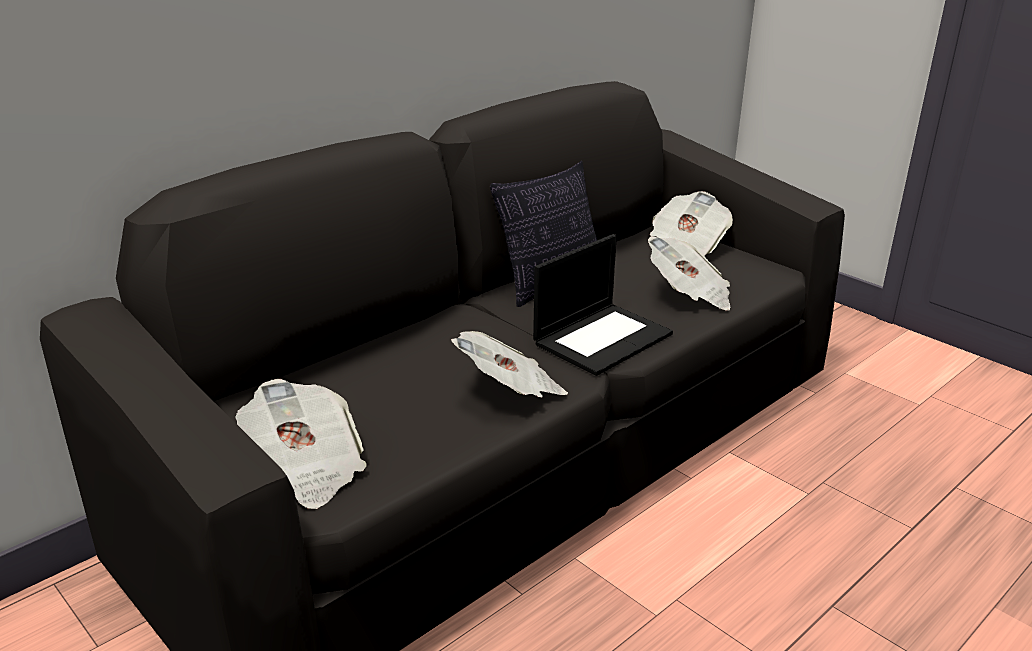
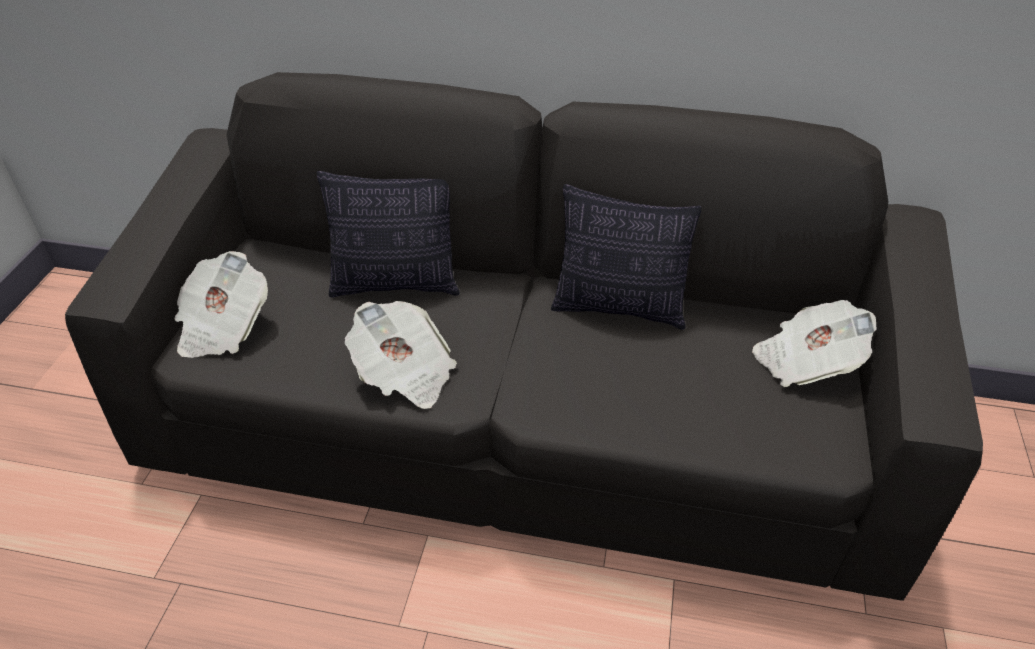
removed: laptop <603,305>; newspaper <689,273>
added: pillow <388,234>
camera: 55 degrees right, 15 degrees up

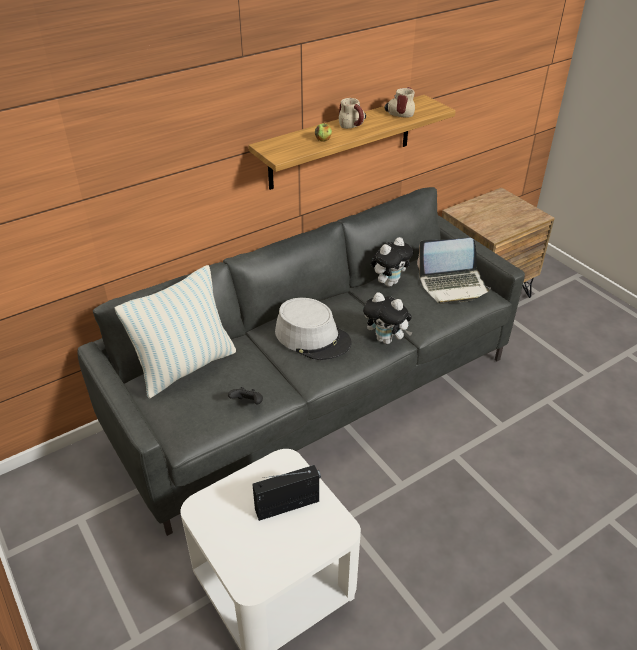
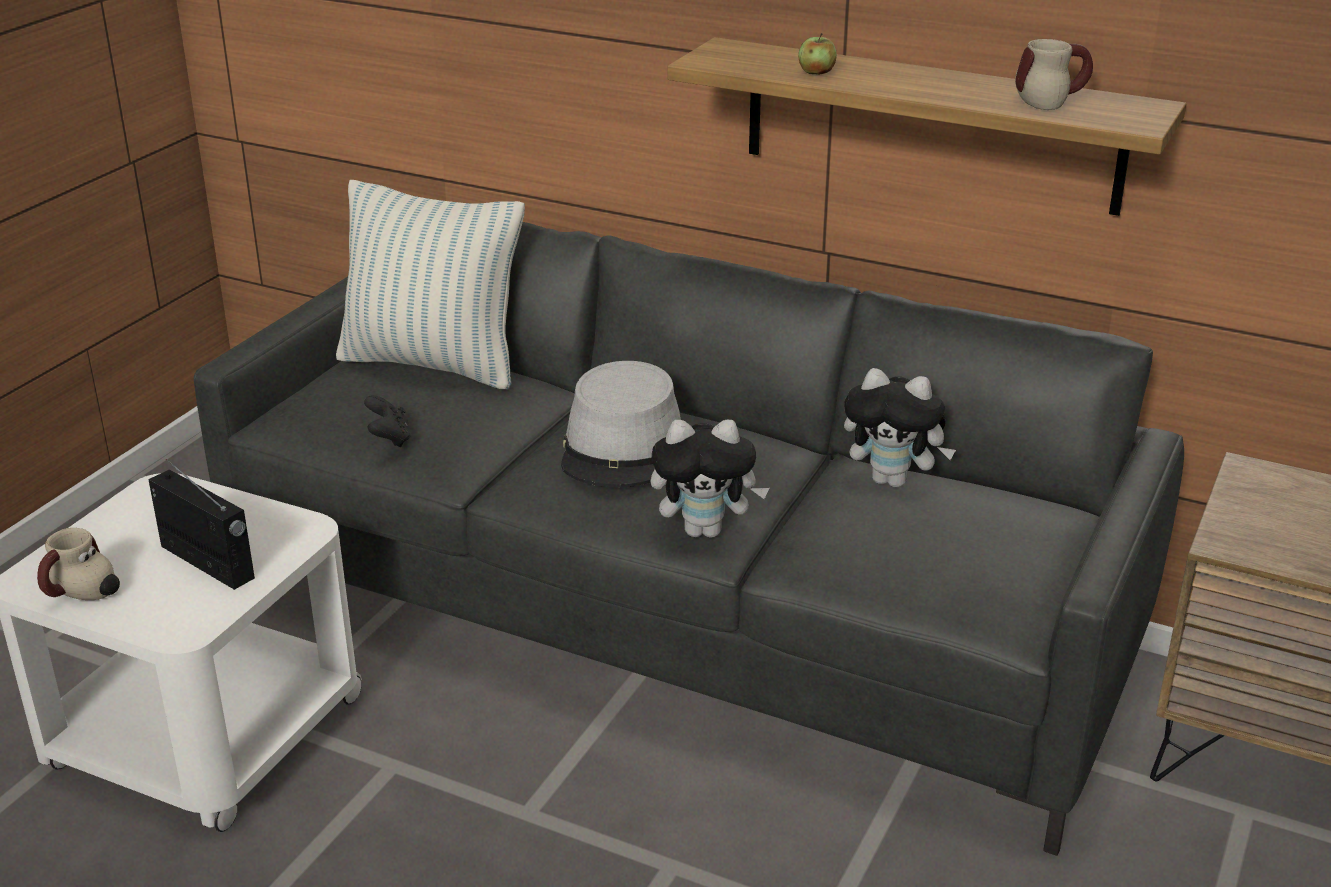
removed: laptop <454,271>
moved: mug <352,113> to <78,564>
turned: plush toy <388,318> = <709,479> 90 degrees counterclockwise
camera: 60 degrees right, 10 degrees down

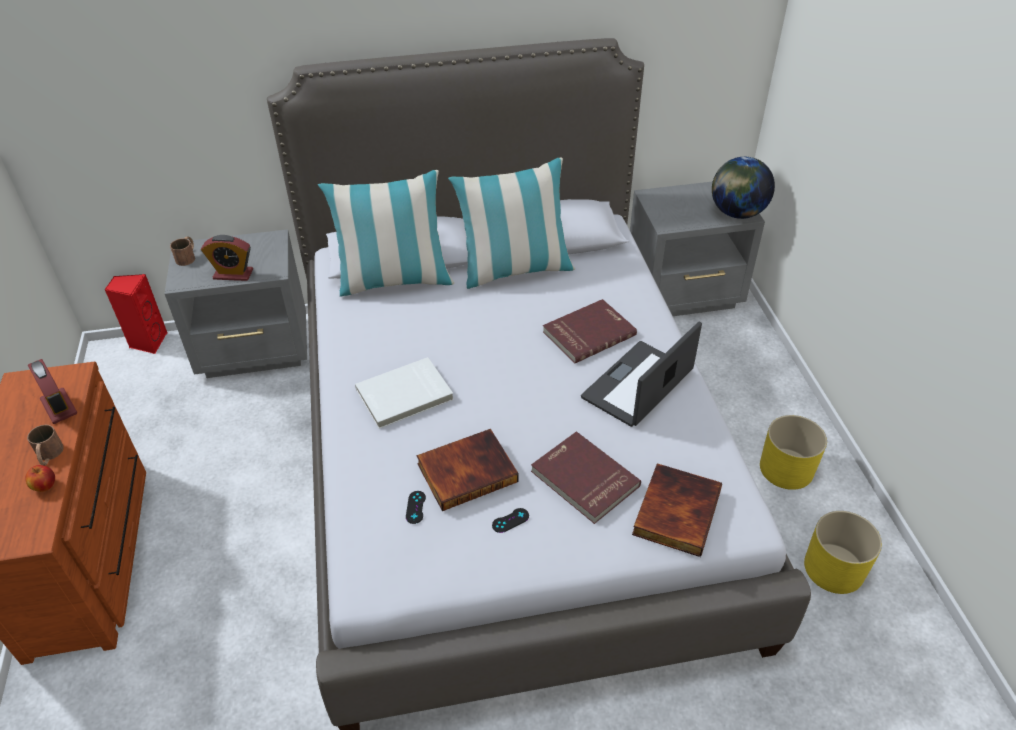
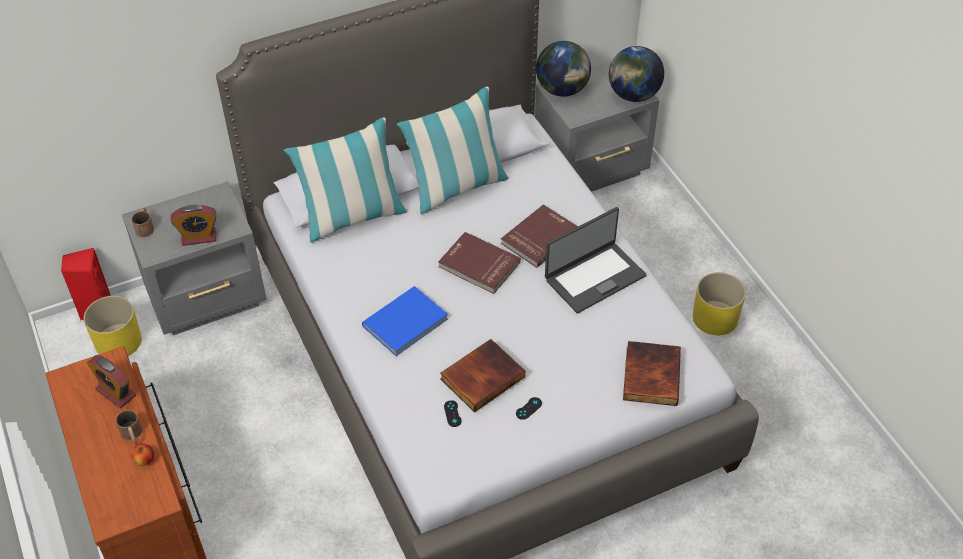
added: globe <563,69>
moved: red book <586,478> to <479,263>; yellow planter <843,552> to <113,326>
recoloured: white book <404,393> to blue book <405,321>
turned: laptop <641,374> = <595,260> 150 degrees counterclockwise
camera: 15 degrees left, 5 degrees up

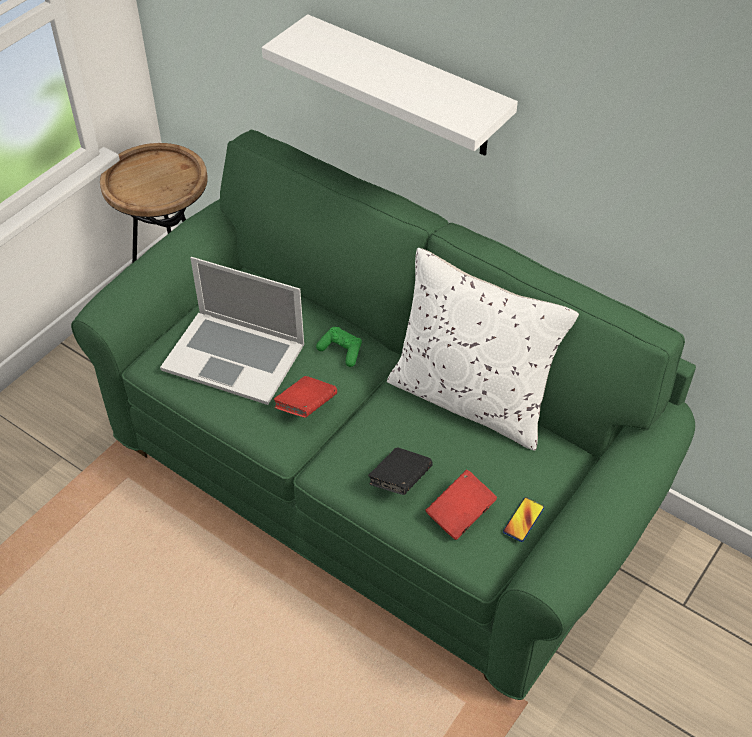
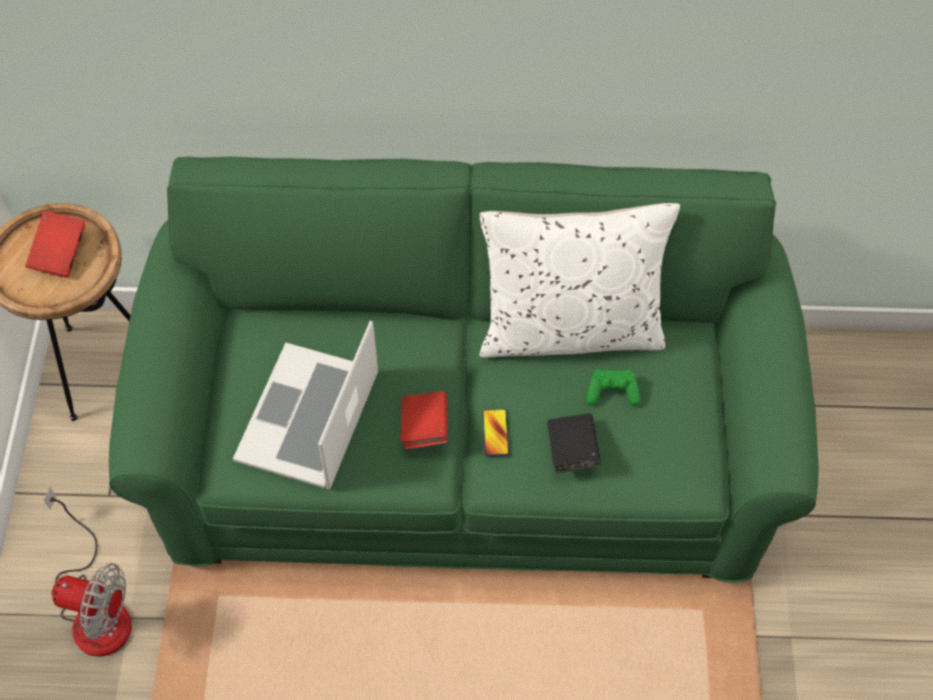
removed: white shelf <390,85>
added: fan <88,572>
moved: green game controller <339,347> to <613,387>; red book <461,505> to <55,244>; phone <523,519> to <495,433>
turned: laptop <232,331> = <305,405> 120 degrees clockwise
camera: 35 degrees left, 10 degrees up

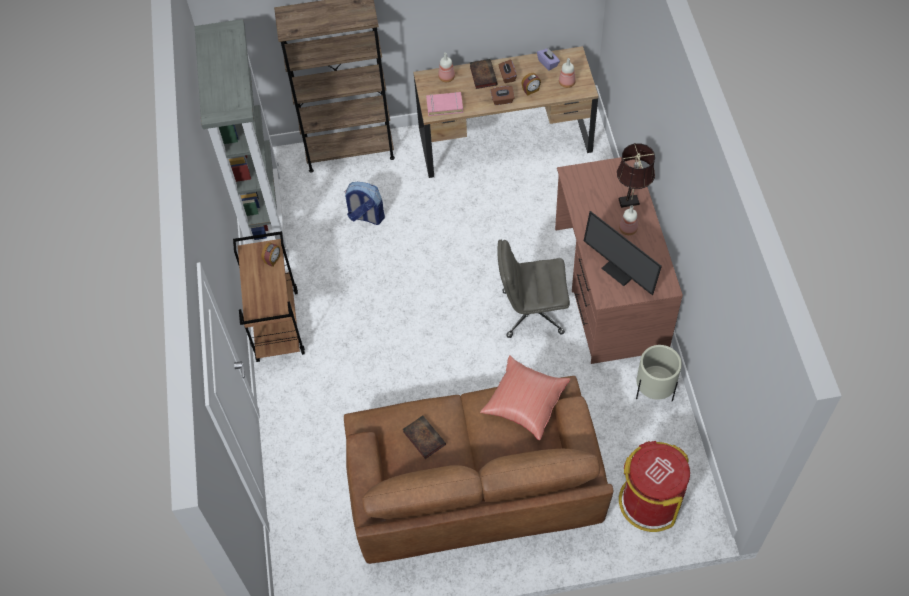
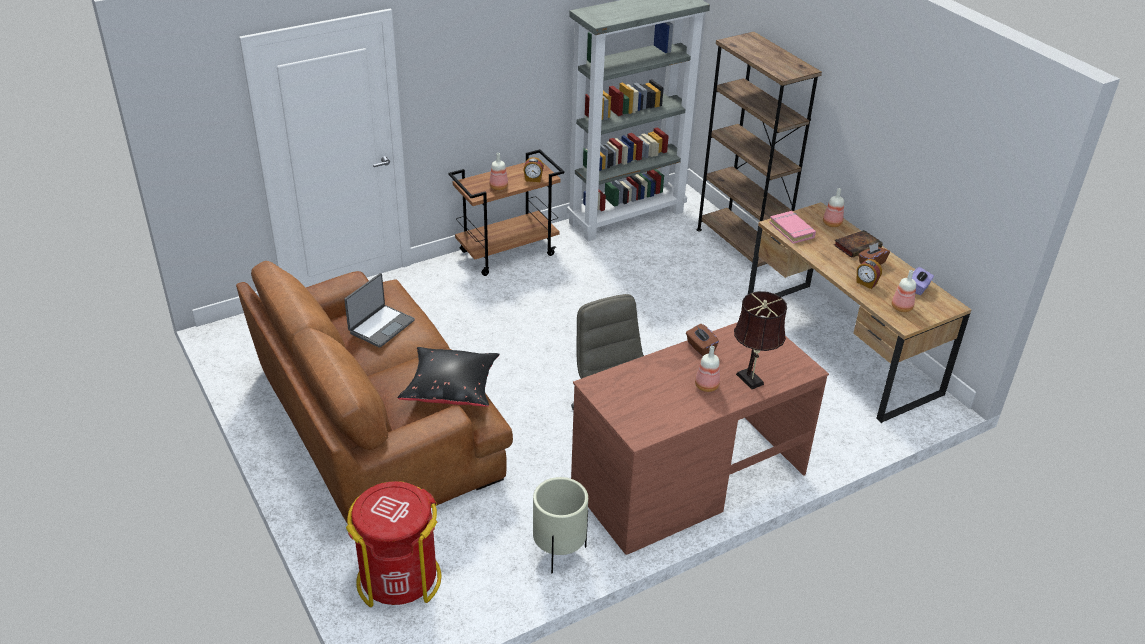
removed: backpack <364,203>; monitor <623,253>
added: bottle <498,171>
moved: brown tissue box <502,95> to <702,340>
replaced: book <424,437> to laptop <379,310>
recoloured: red pillow <525,397> to black pillow <449,377>
camera: 65 degrees right, 20 degrees down

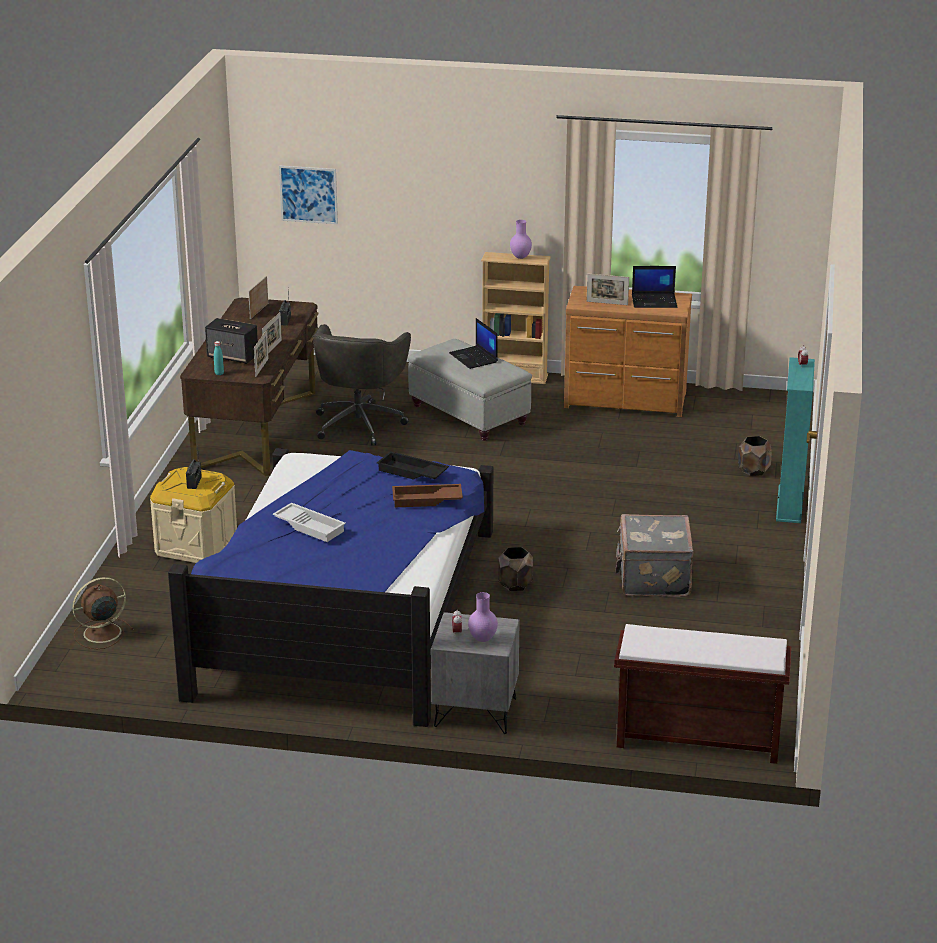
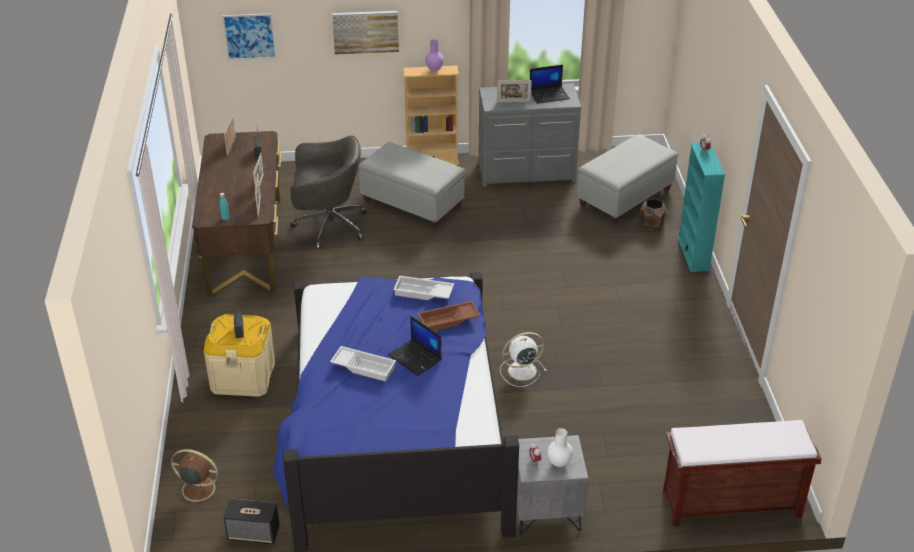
removed: grey suitcase <654,555>
added: picture <365,32>; grey ottoman <628,179>
moved: speaker <231,341> to <251,521>; laptop <473,343> to <415,346>
replaced: brown planter <515,569> to white fan <523,359>
recoloured: black tray <413,465> to white tray <423,288>; purple vase <483,617> to white vase <560,447>; brown dresser <628,351> to grey dresser <530,134>
turned: brown fan <102,613> = <197,478> 60 degrees clockwise; grey office chair <362,384> = <328,192> 90 degrees counterclockwise
camera: 15 degrees left, 10 degrees up

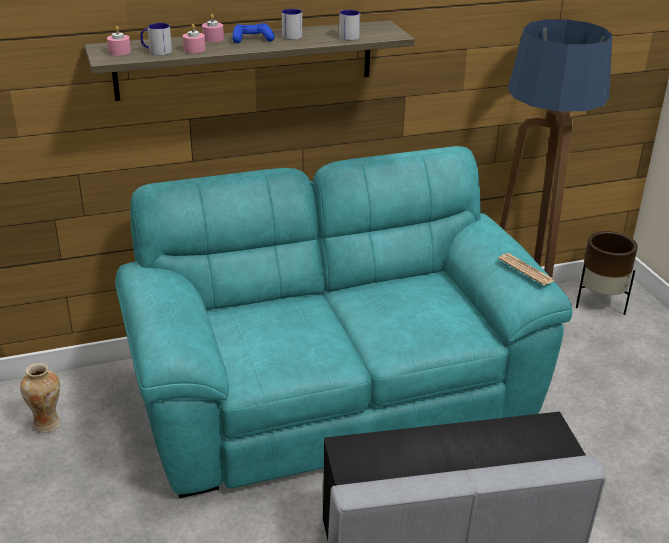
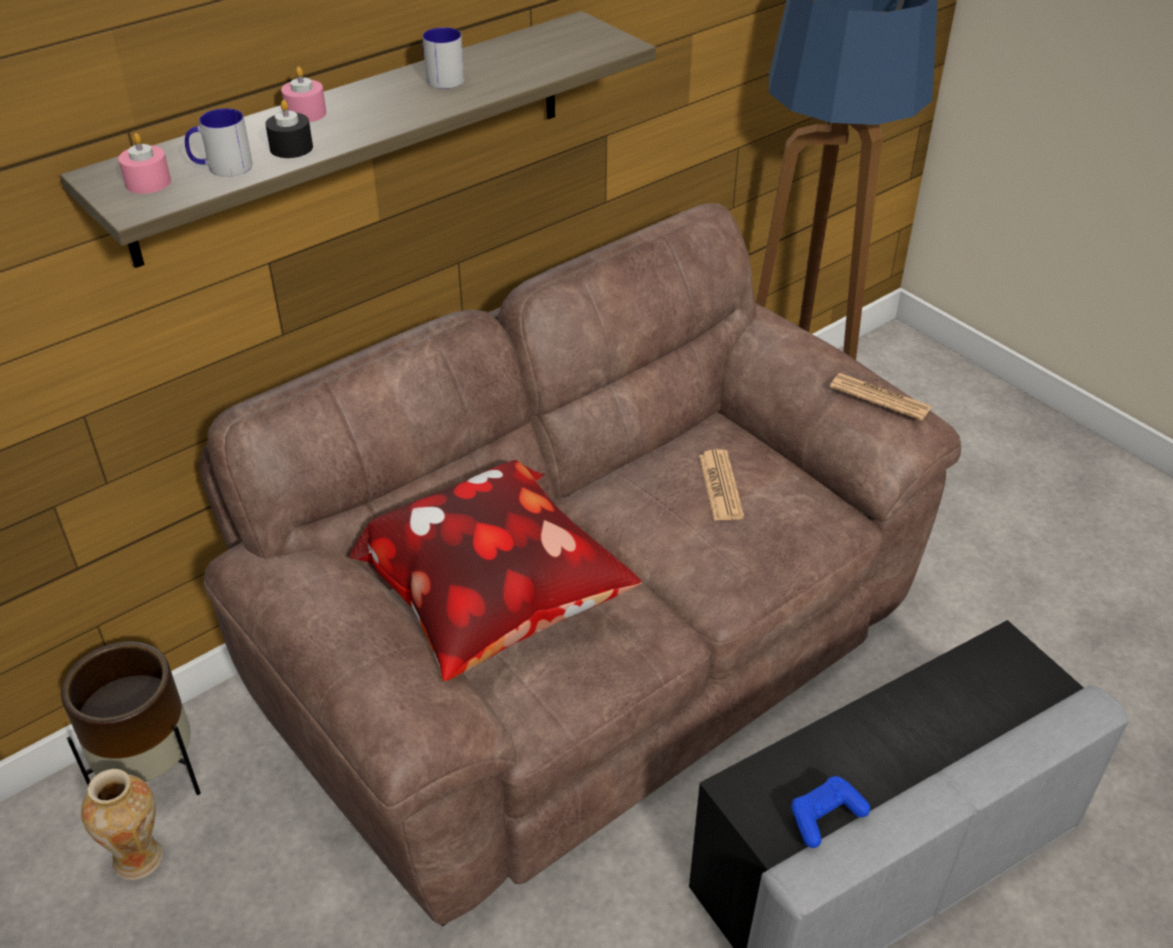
removed: mug <349,25>
added: pillow <496,570>; newspaper <721,485>
moved: blue game controller <253,33> to <830,812>; brown planter <607,273> to <131,718>
recoloured: turquoise sofa <343,322> to brown sofa <579,564>; pink candle <194,38> to black candle <289,129>
camera: 20 degrees left, 10 degrees up

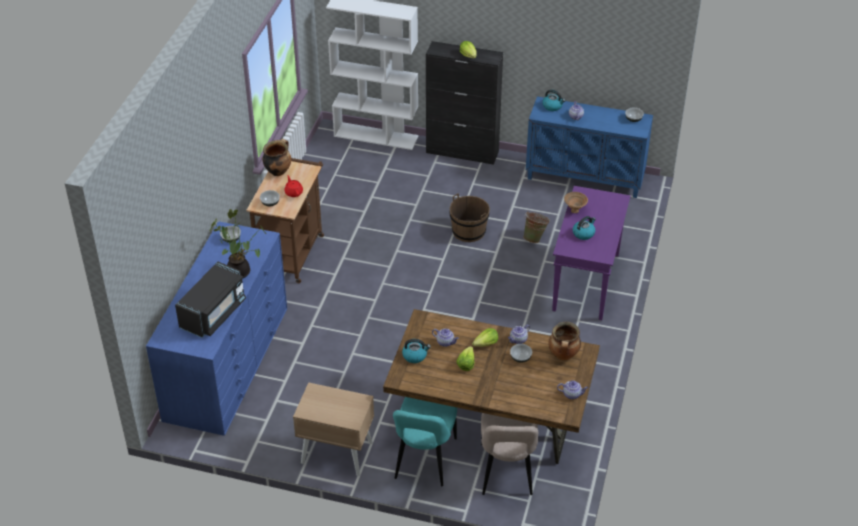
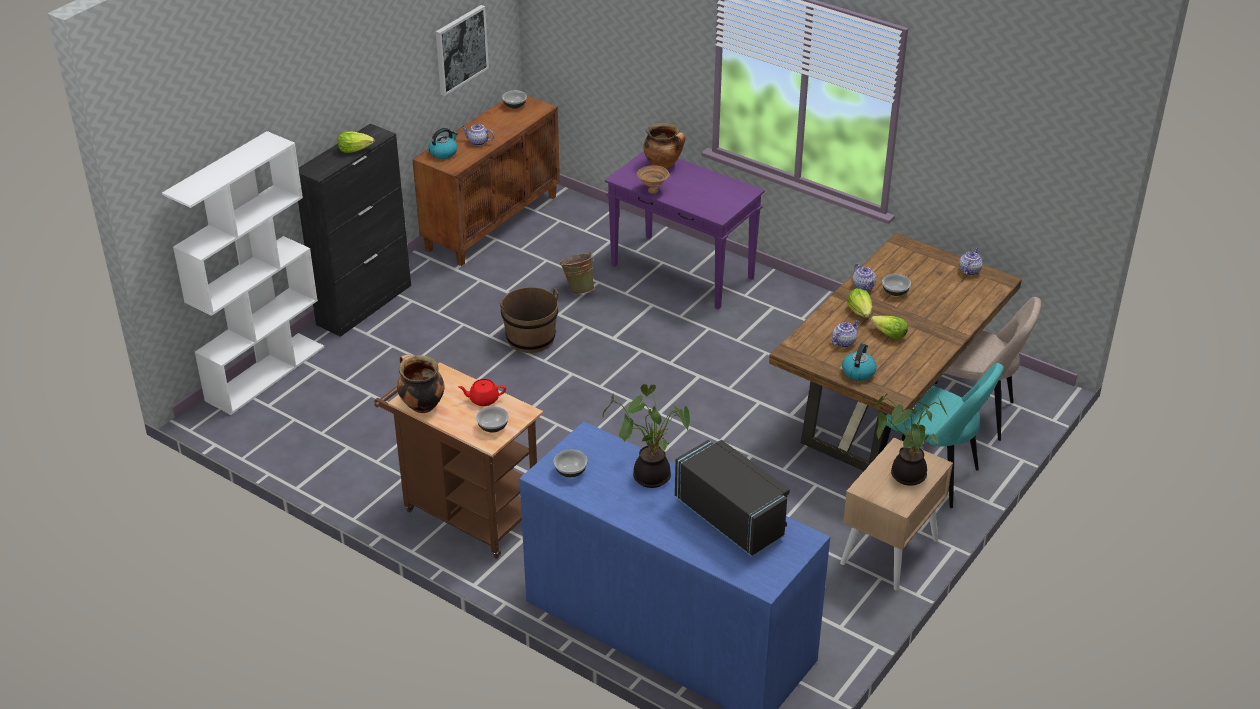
removed: kettle <584,228>
added: picture <462,50>; potted plant <911,439>
moved: cooking pot <564,341> to <664,145>
recoloured: blue cabinet <589,147> to brown cabinet <486,181>
camera: 70 degrees left, 5 degrees down

